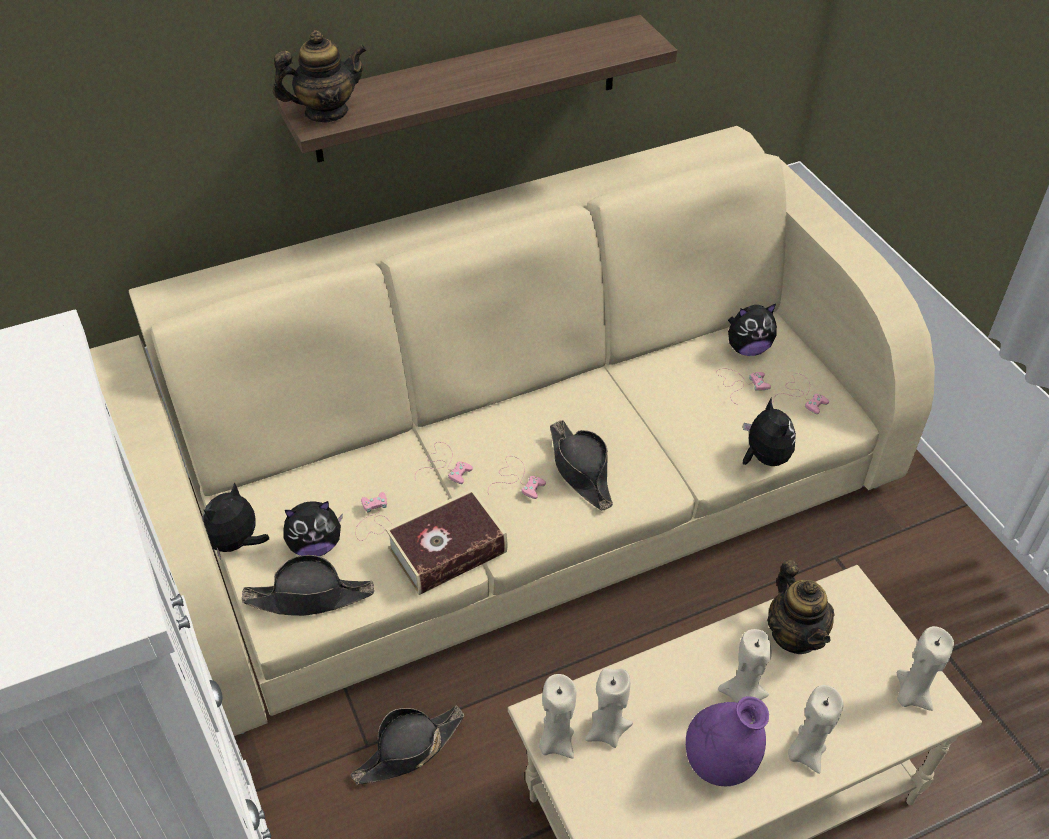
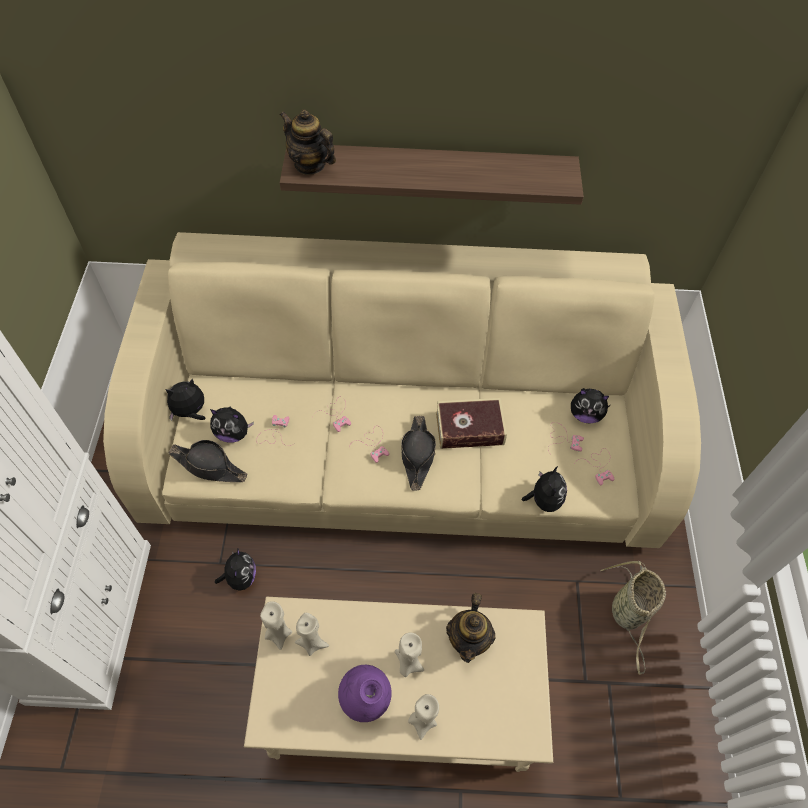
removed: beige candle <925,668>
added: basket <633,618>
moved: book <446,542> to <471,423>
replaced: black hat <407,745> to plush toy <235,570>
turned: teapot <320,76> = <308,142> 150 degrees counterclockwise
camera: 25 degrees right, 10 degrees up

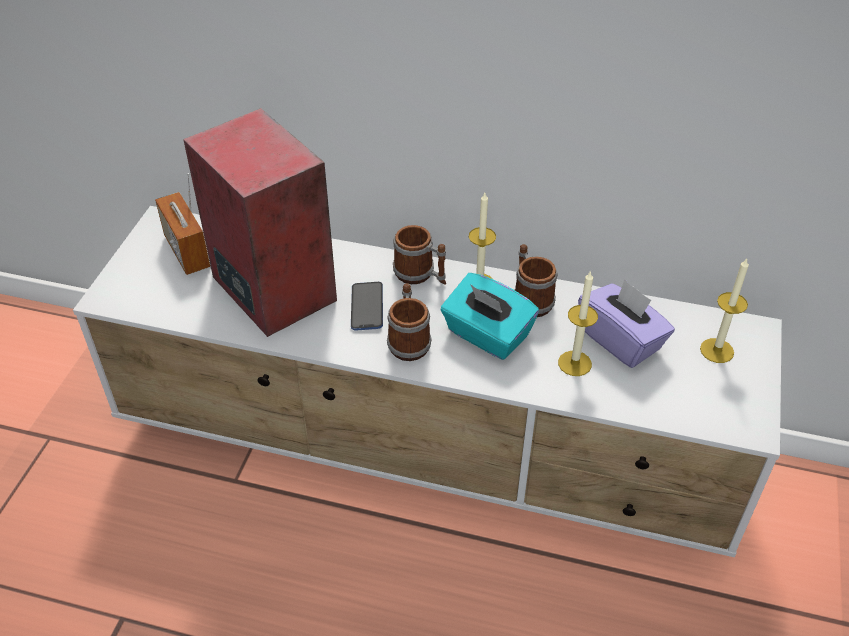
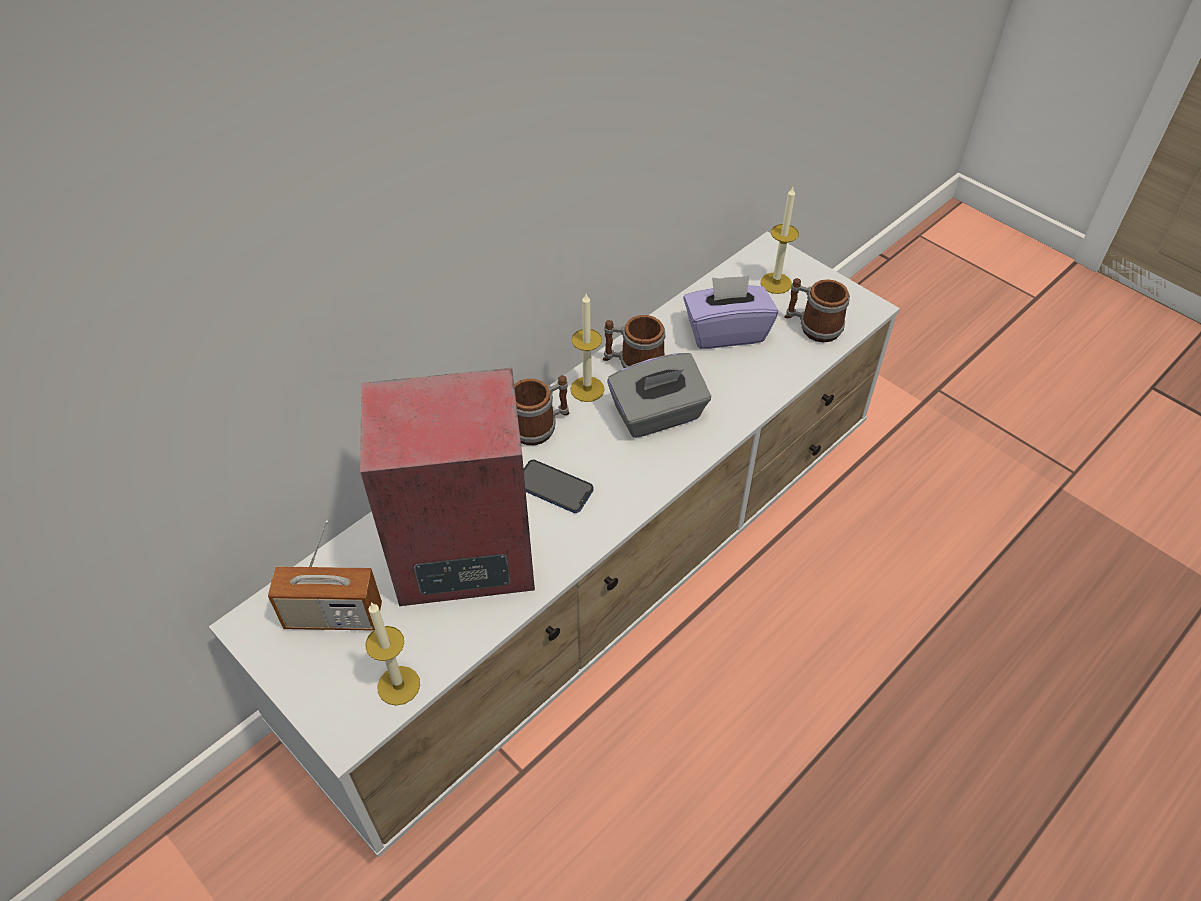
moved: mug <409,322> to <817,310>; candle <578,323> to <392,654>
recoloured: turquoise tissue box <490,316> to grey tissue box <659,395>
camera: 60 degrees left, 5 degrees up

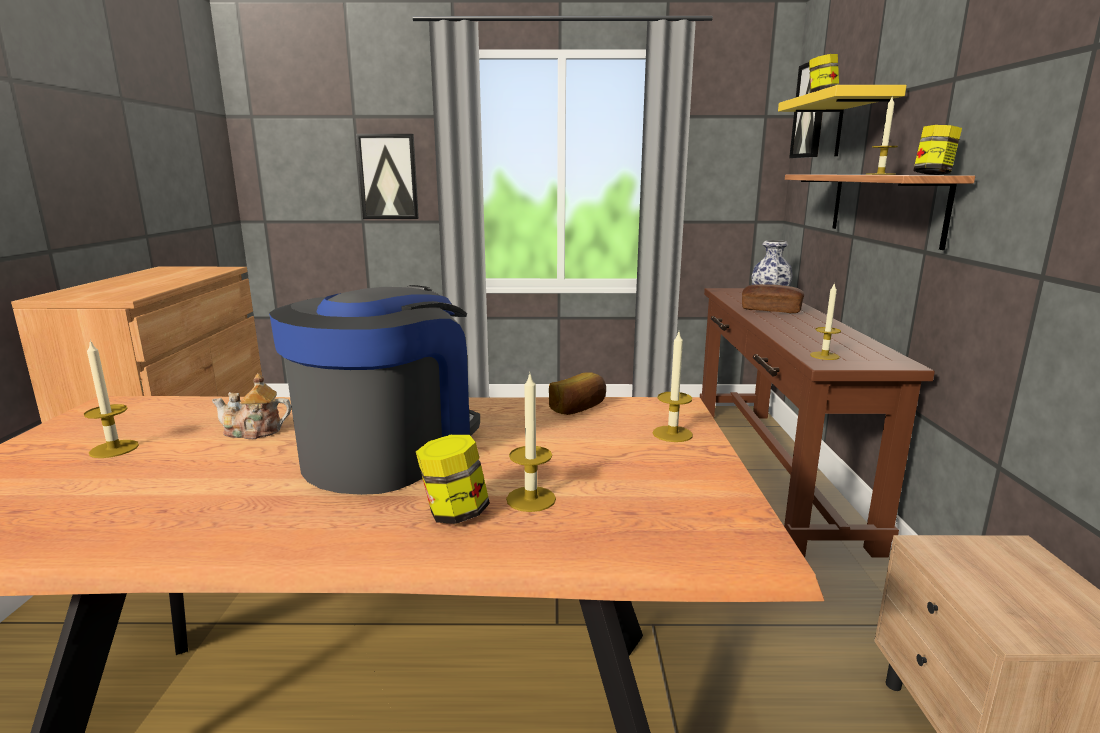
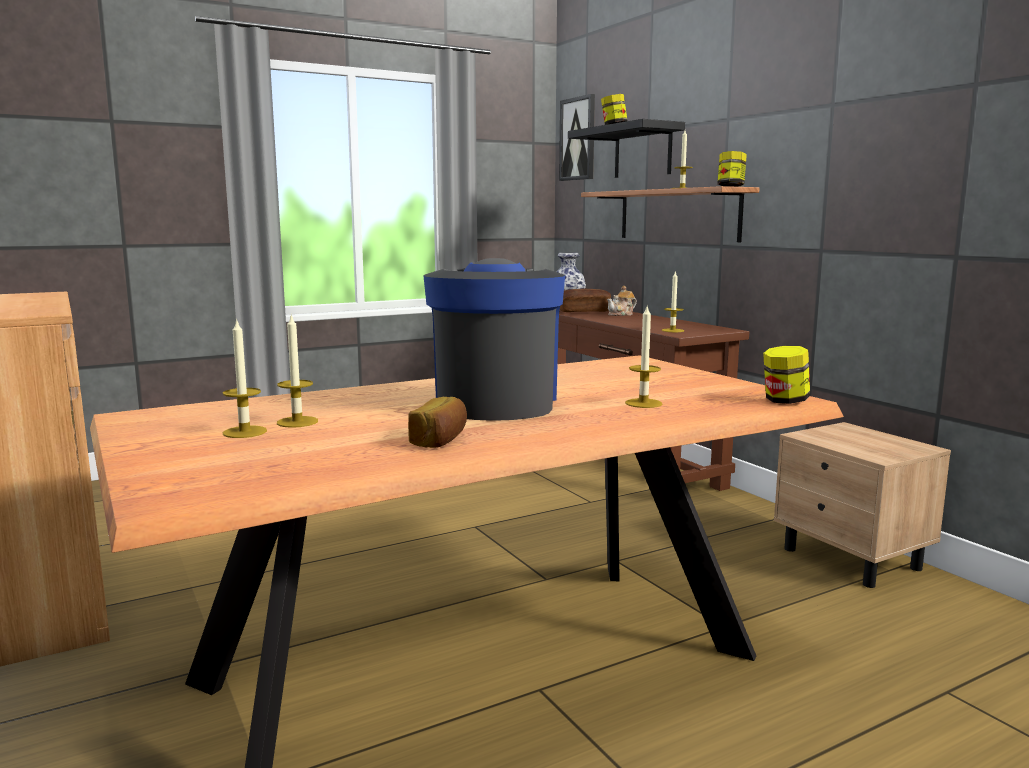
removed: picture <387,176>
moved: teapot <251,406> to <622,301>; jar <453,479> to <786,375>; bread <577,393> to <437,422>; candle <673,387> to <297,371>
recoloured: yellow shelf <842,120> to black shelf <626,148>
camera: 30 degrees left, 5 degrees down

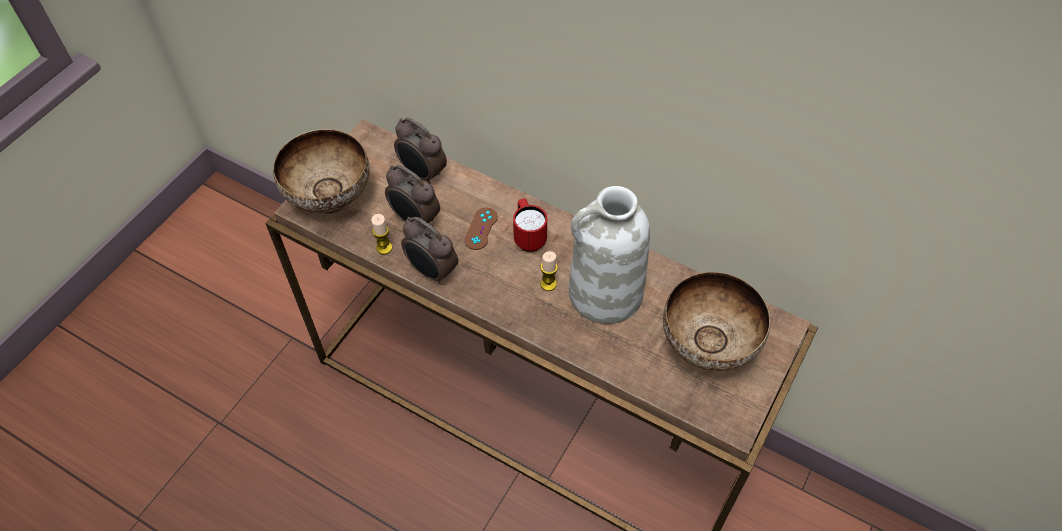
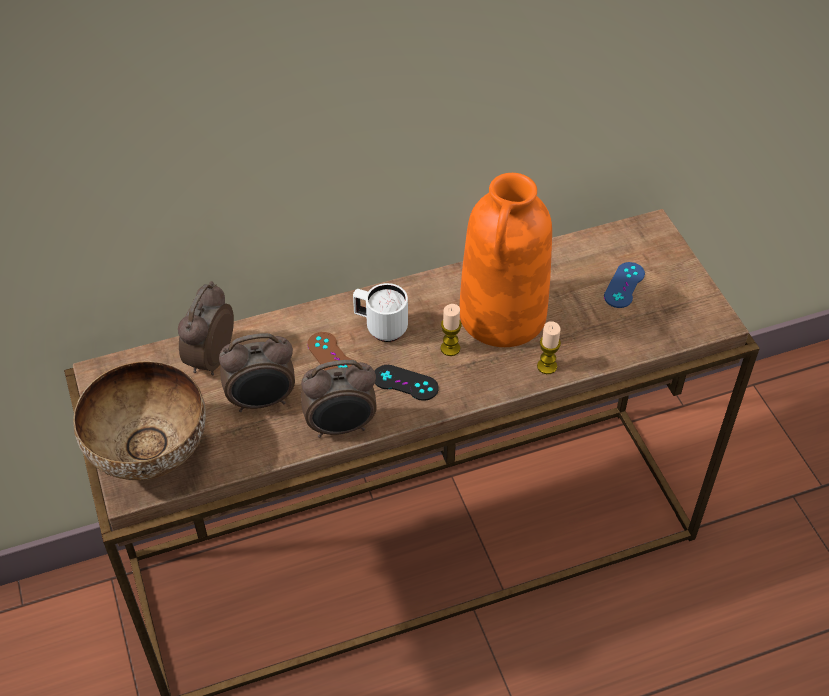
added: black game controller <407,383>
moved: candle <381,234> to <549,347>
replaced: bowl <716,321> to blue game controller <624,285>
recoloured: red mug <530,225> to white mug <380,312>; white vase <609,255> to orange vase <505,260>
turned: alarm clock <420,151> = <206,328> 120 degrees clockwise
camera: 50 degrees left, 5 degrees down

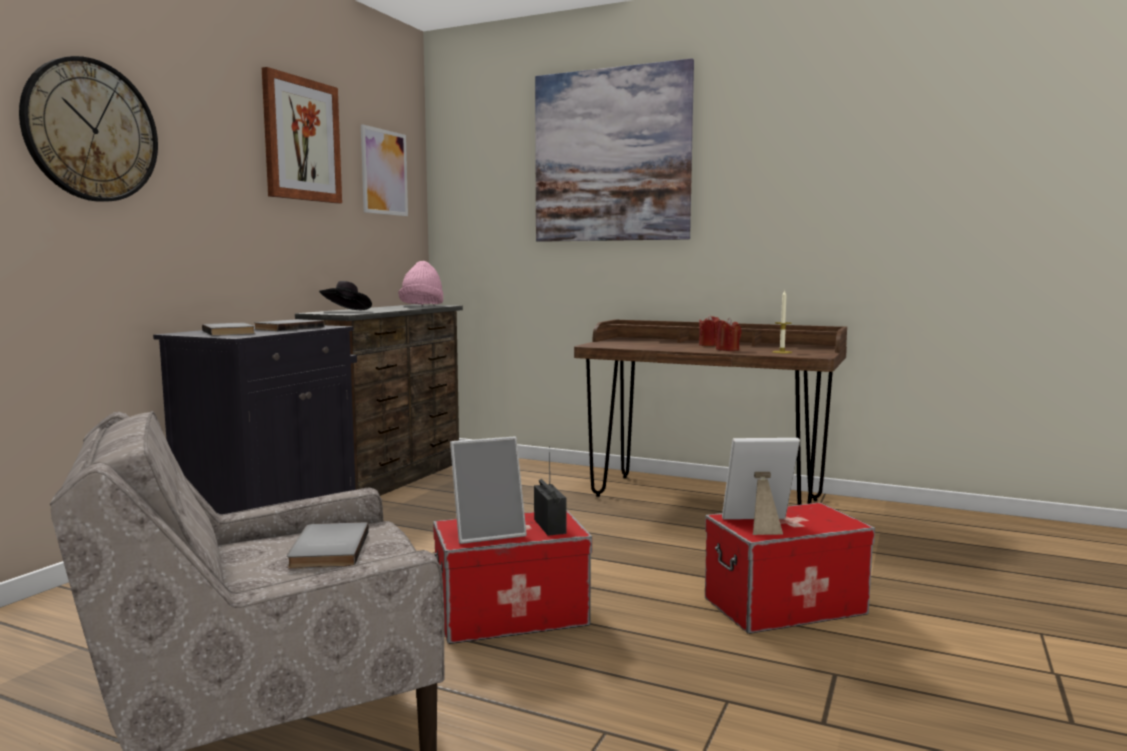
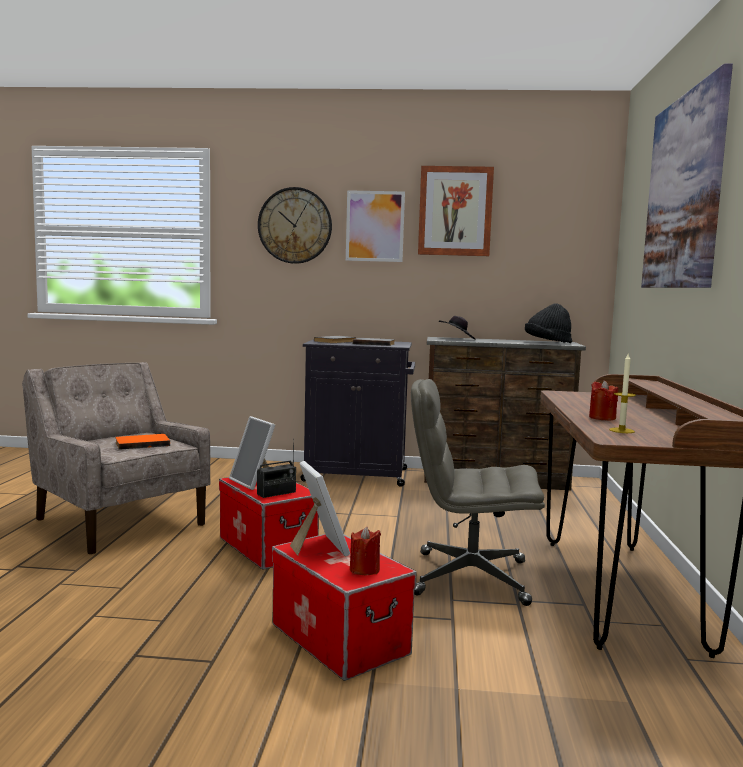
added: grey office chair <478,492>
moved: picture <384,170> to <375,226>; red candle <709,330> to <365,551>
recoloured: grey book <328,545> to orange book <142,442>; pink hat <420,283> to black hat <548,323>
camera: 70 degrees right, 0 degrees up

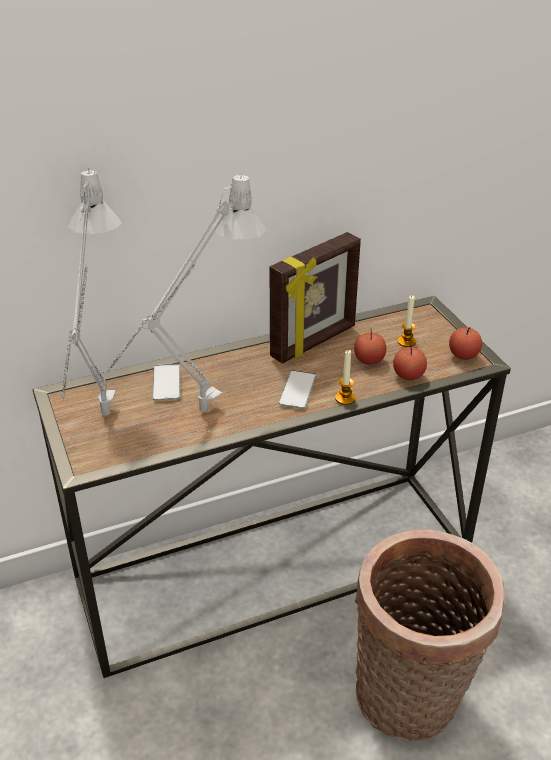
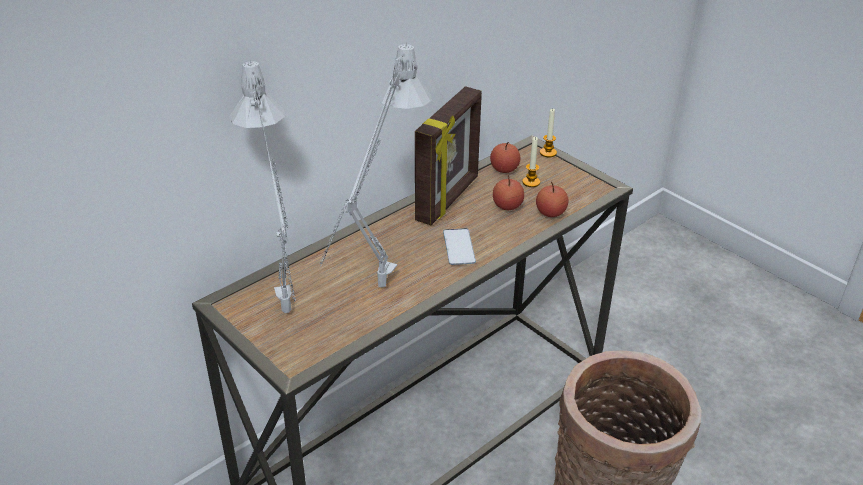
removed: phone <166,382>
moved: candle <345,377> to <548,132>; apple <465,343> to <505,157>
camera: 20 degrees left, 0 degrees up

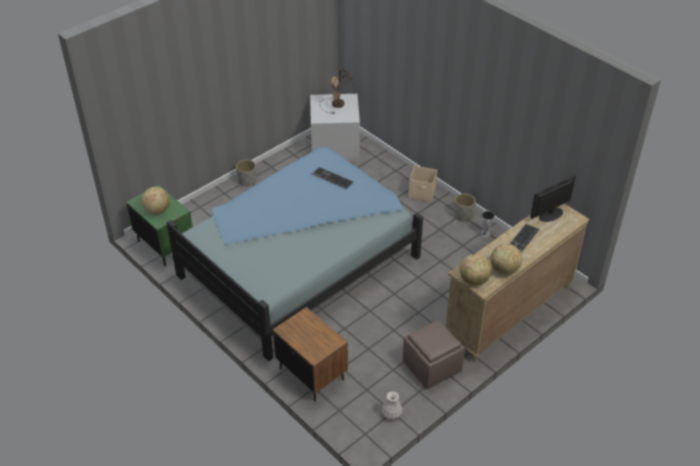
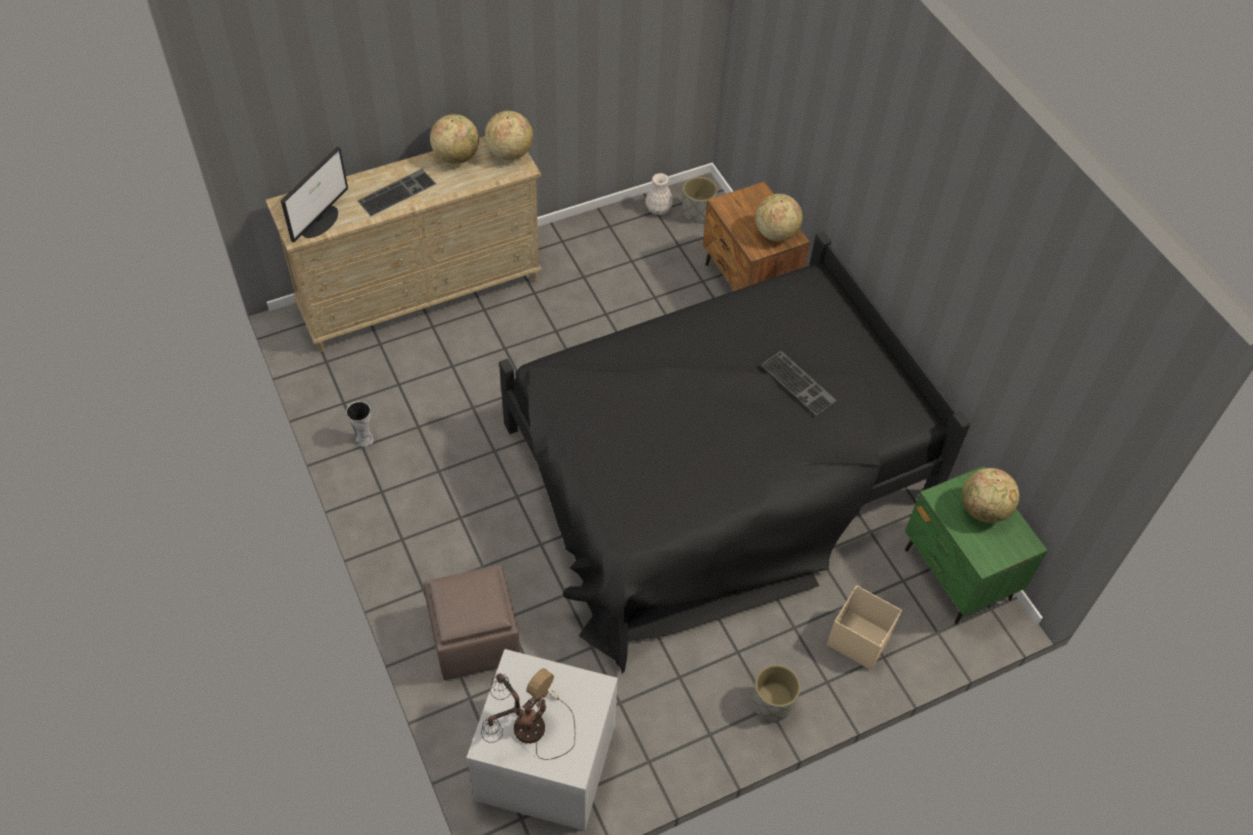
added: globe <779,217>
moved: keyboard <333,178> to <799,383>; brown ottoman <434,354> to <472,622>; beige storage box <422,184> to <864,627>; grey planter <465,207> to <700,200>
recoloured: blue bed <295,253> to black bed <735,452>
turned: monitor <553,198> = <314,194> 45 degrees counterclockwise
camera: 165 degrees left, 10 degrees up

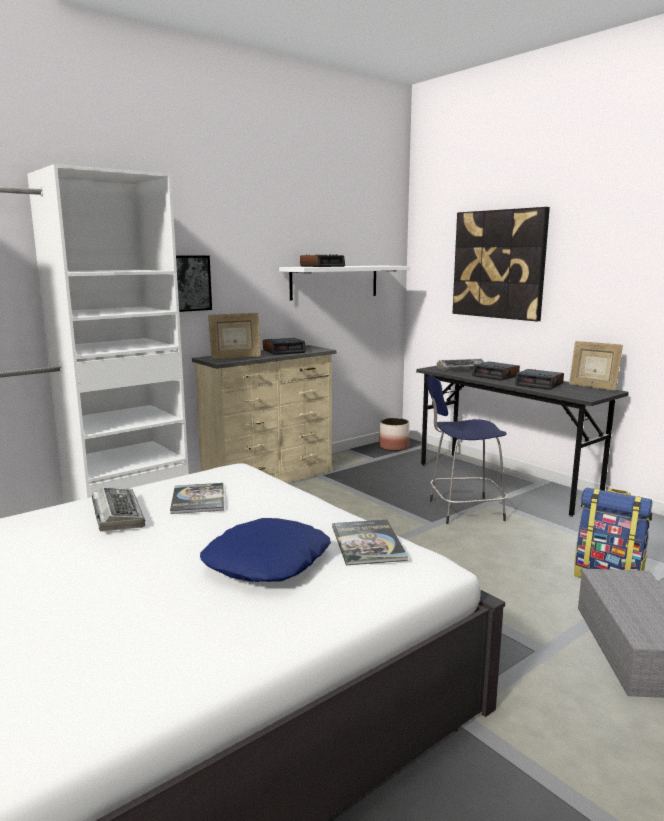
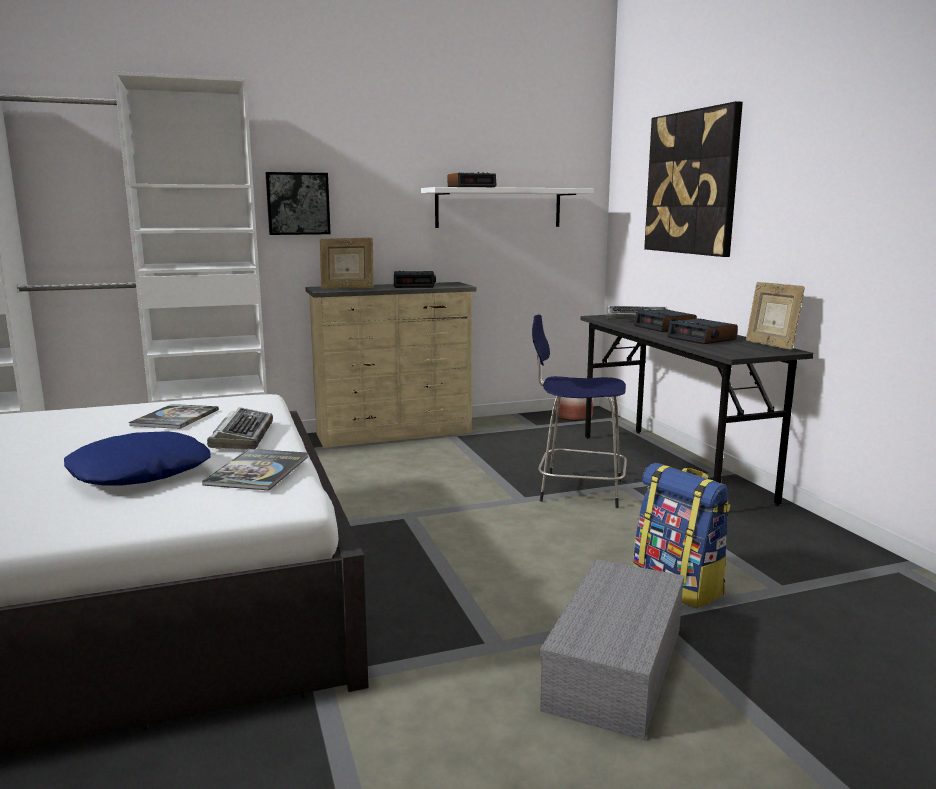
moved: keyboard <118,509> to <240,428>
camera: 20 degrees right, 0 degrees up

